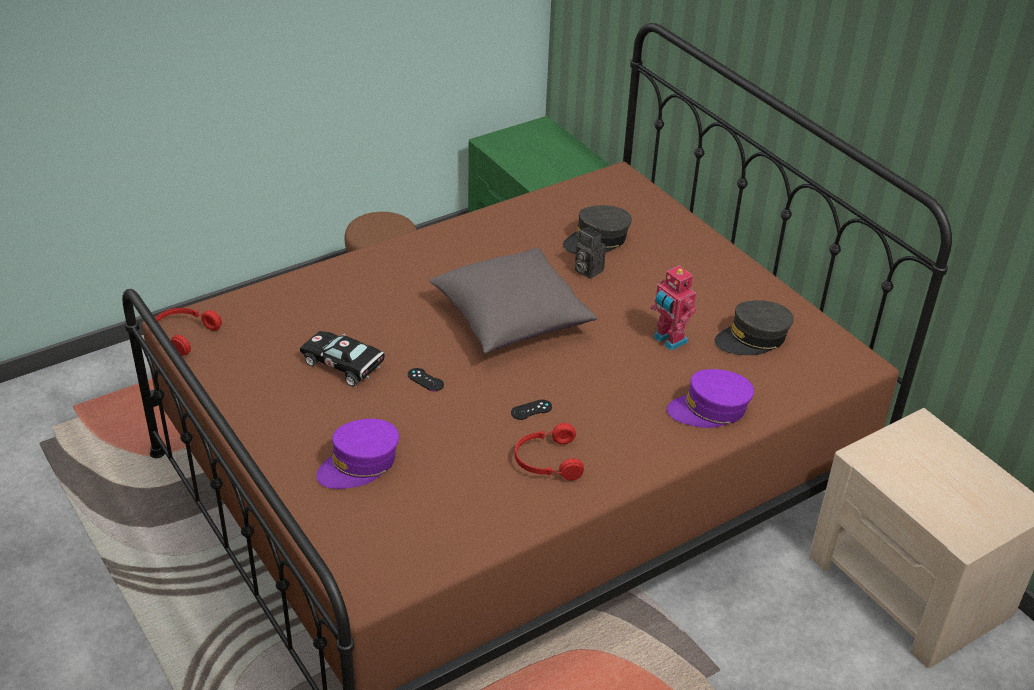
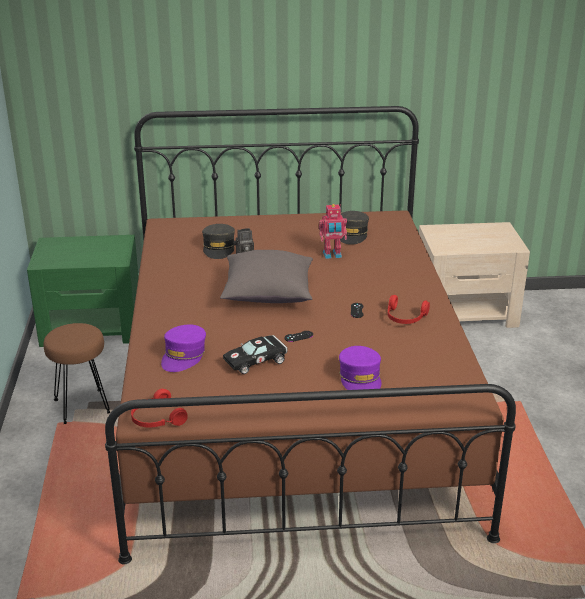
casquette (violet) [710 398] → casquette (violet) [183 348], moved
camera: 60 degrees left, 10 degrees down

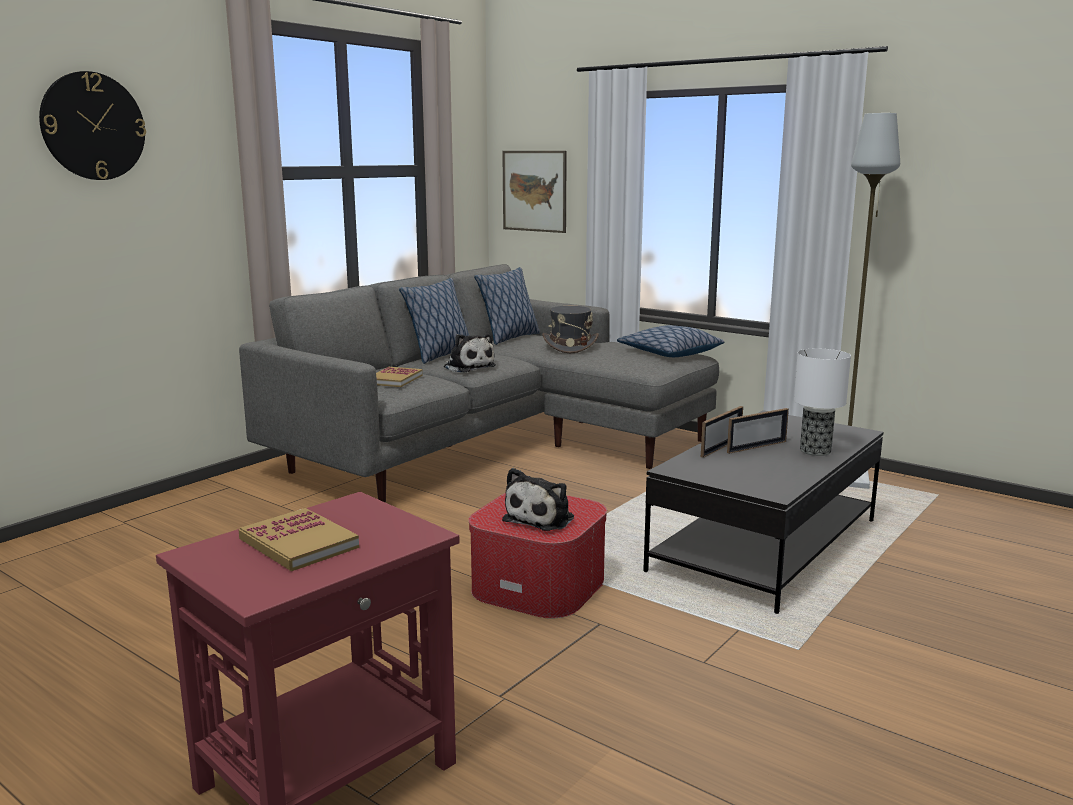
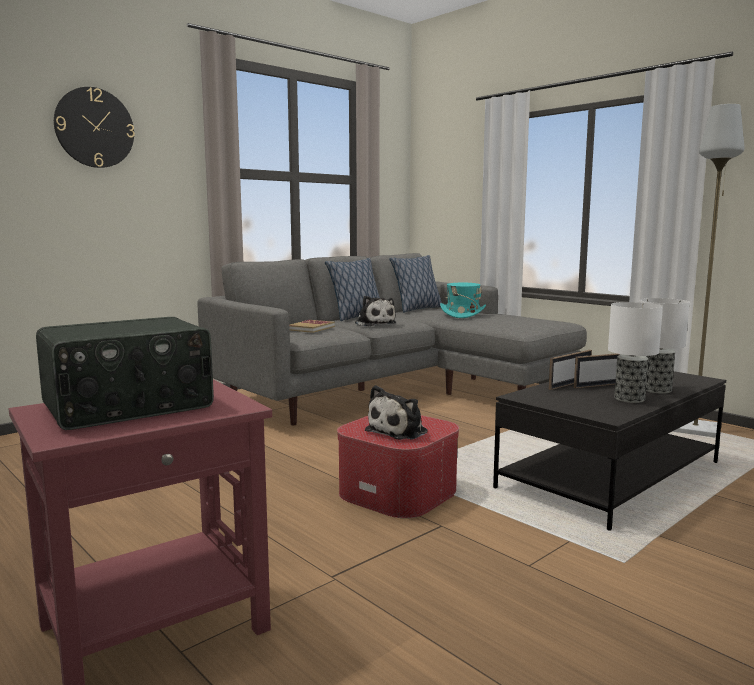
livre [299 539] → radio [125 373]
tableau [534 192] → -
chapeau (gris) [570 329] → chapeau (turquoise) [463 300]
coussin [670 341] → -
- → lampe de table [635 352]
camera: 10 degrees right, 5 degrees down

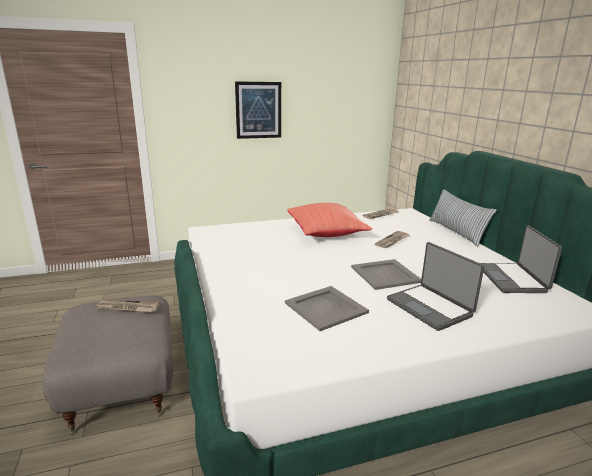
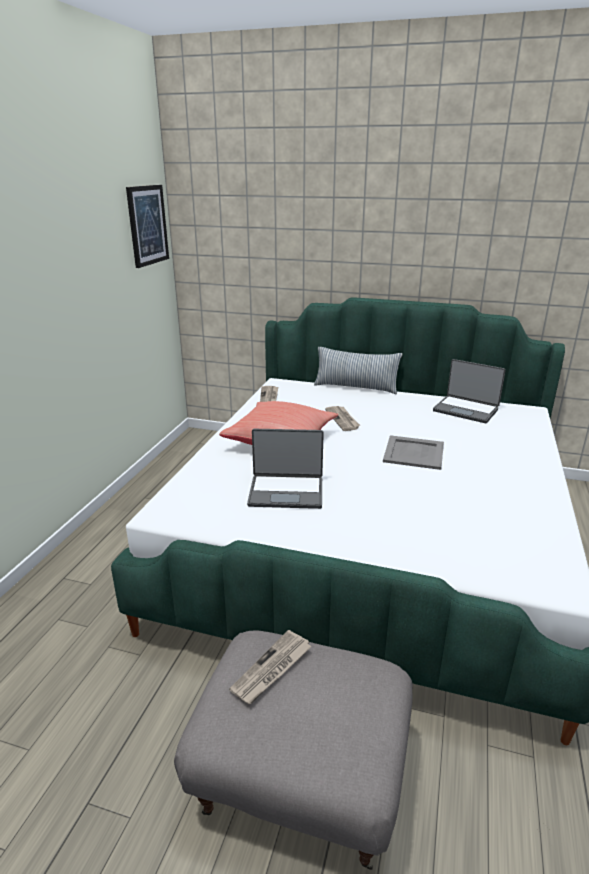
tableau [258 110] → tableau [147 226], moved
plateau (gris) [327 308] → -
ordinateur portable [435 286] → ordinateur portable [285 469], moved
camera: 55 degrees left, 5 degrees up

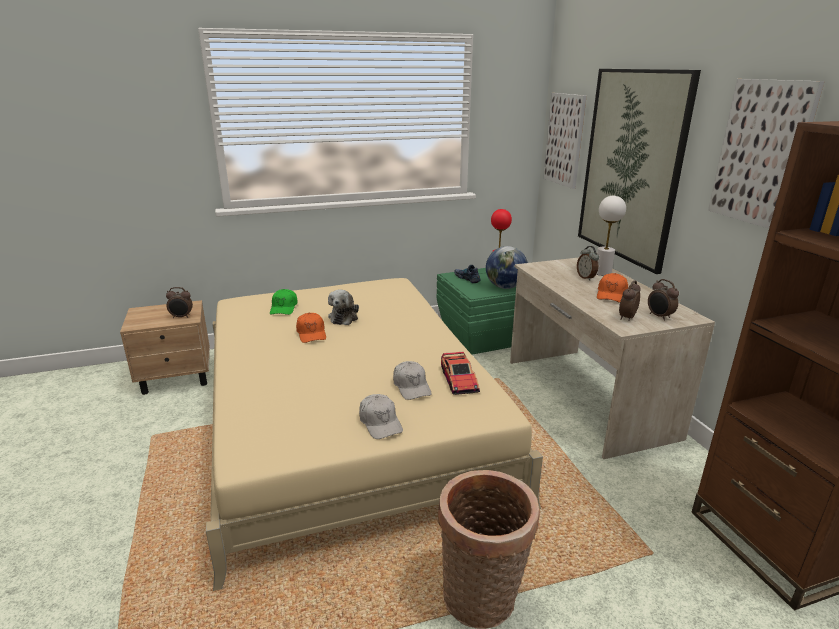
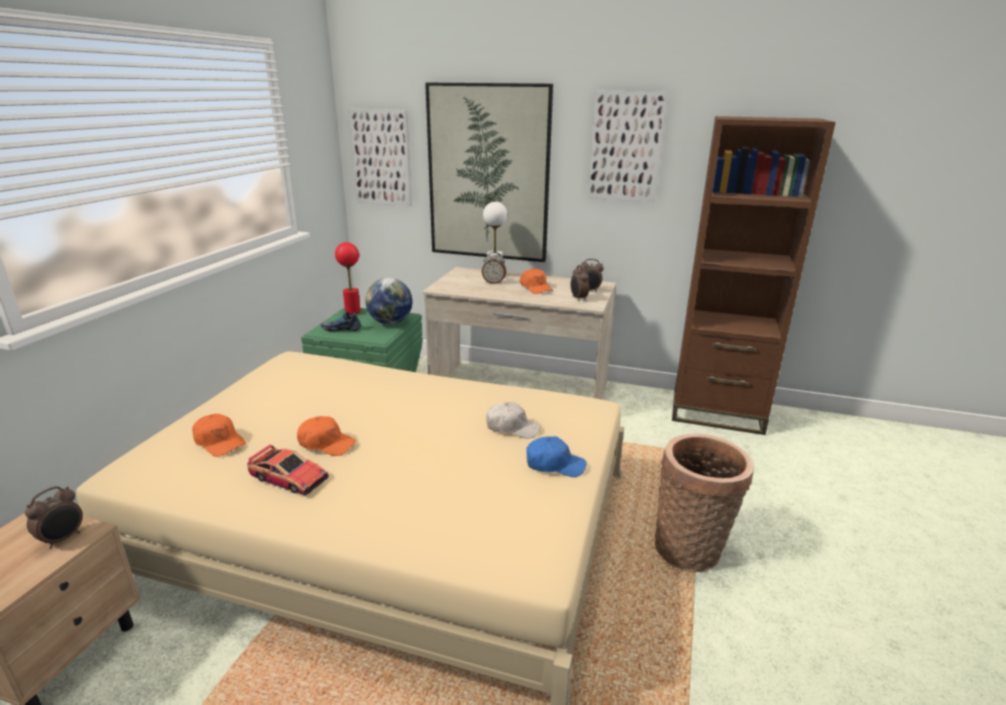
casquette (vert) [283 302] → casquette (orange) [219 435]
peluche [343 307] → -
casquette (blanc) [381 416] → casquette (bleu) [556 456]
petite voiture [460 373] → petite voiture [288 469], moved
camera: 55 degrees left, 0 degrees up

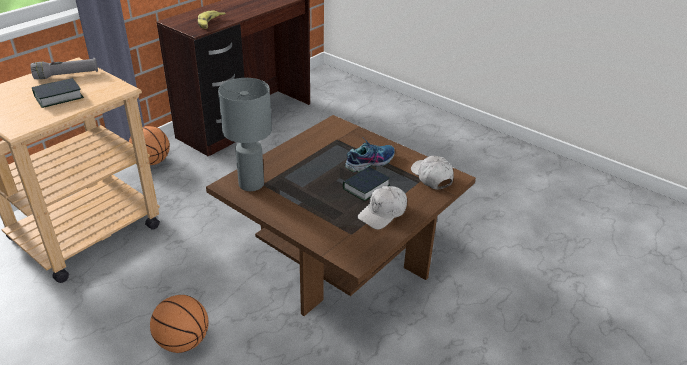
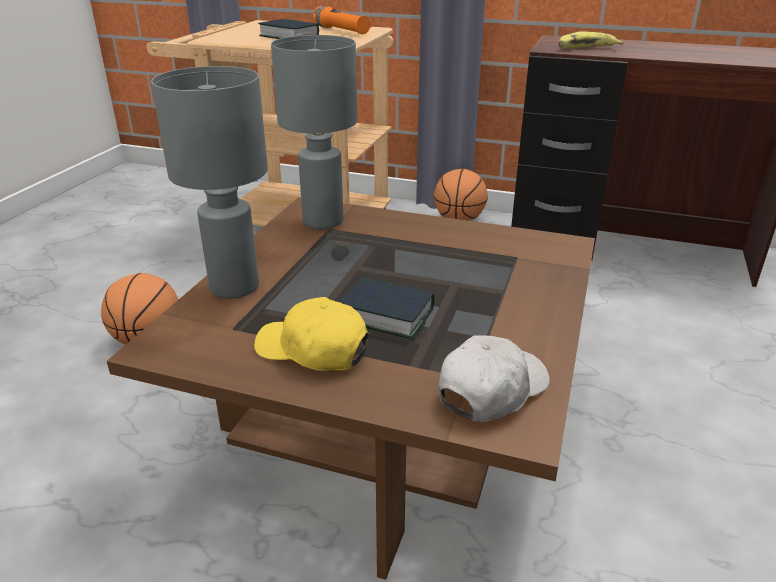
lampe de poche (gris) [64 68] → lampe de poche (orange) [342 20]
chaussure [370 155] → -
casquette (blanc) [382 208] → casquette (jaune) [311 334]
- → lampe de table (gris) [209 182]
camera: 70 degrees right, 5 degrees down

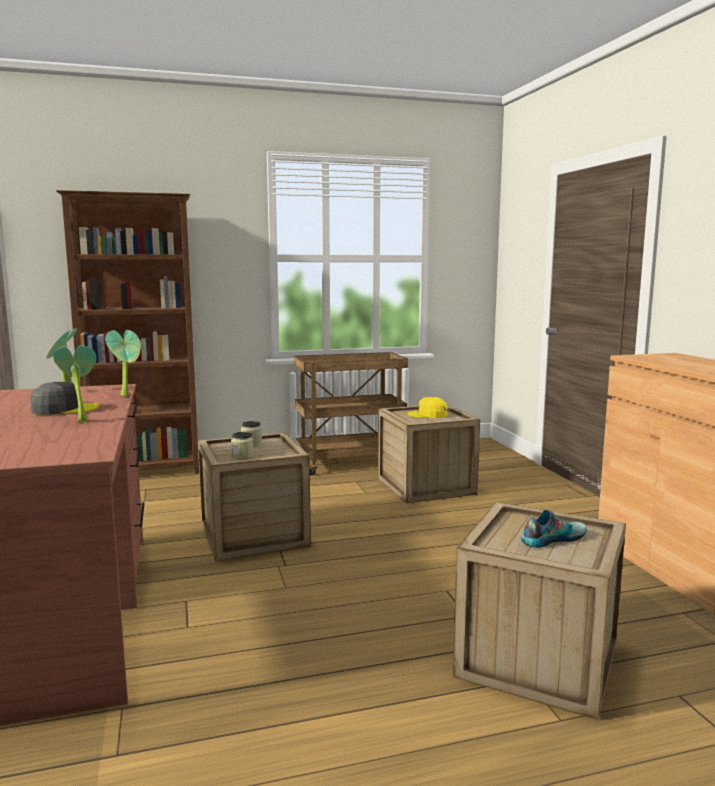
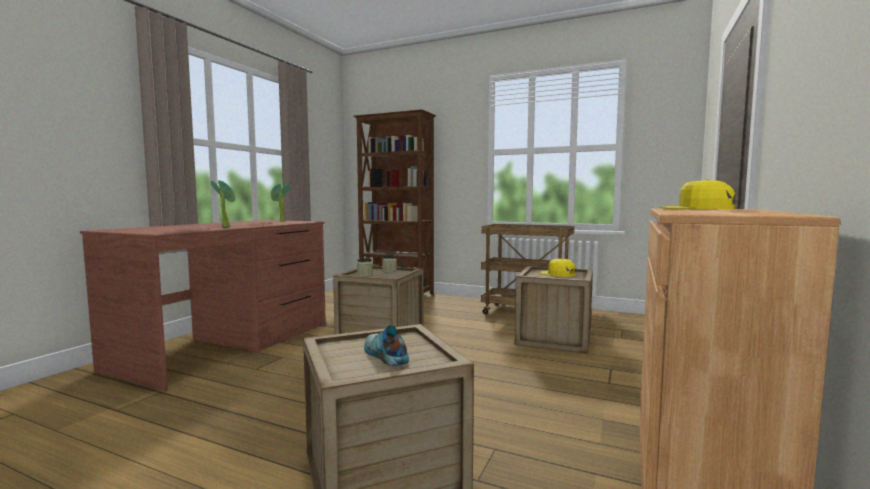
casquette (gris) [64 398] → -
plante en pot [123 363] → -
chaussure [554 528] → chaussure [386 345], 135 degrees counterclockwise
- → casquette (jaune) [697 194]
camera: 40 degrees right, 5 degrees down

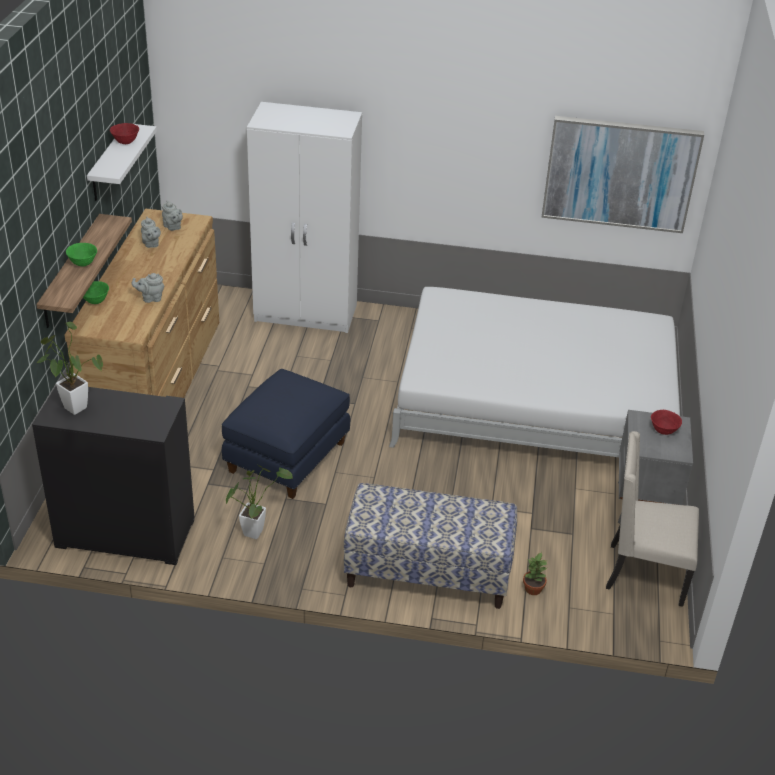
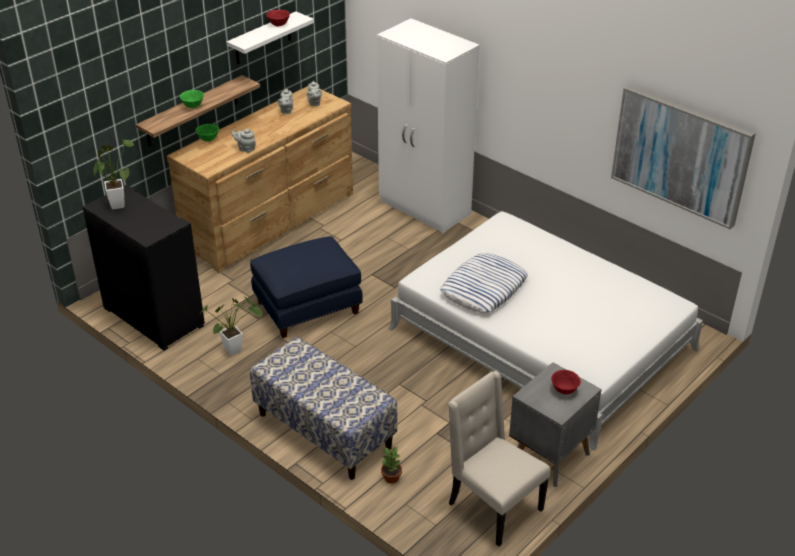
- → coussin [484 283]
camera: 35 degrees right, 0 degrees up

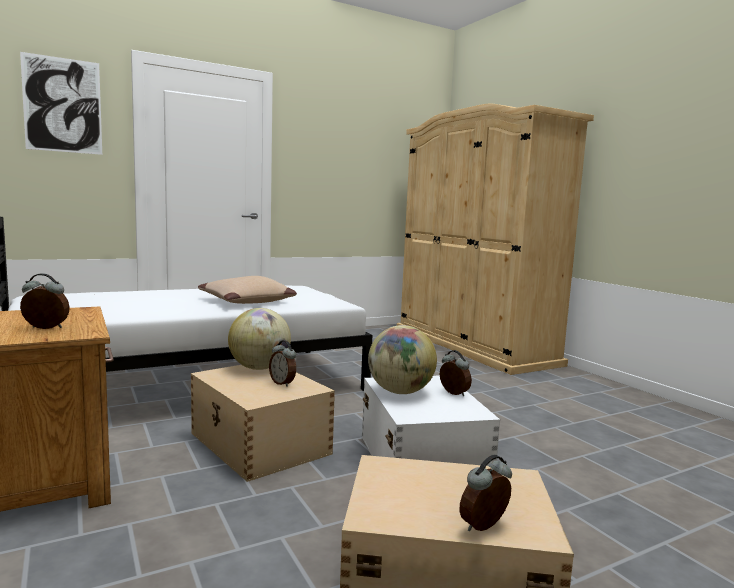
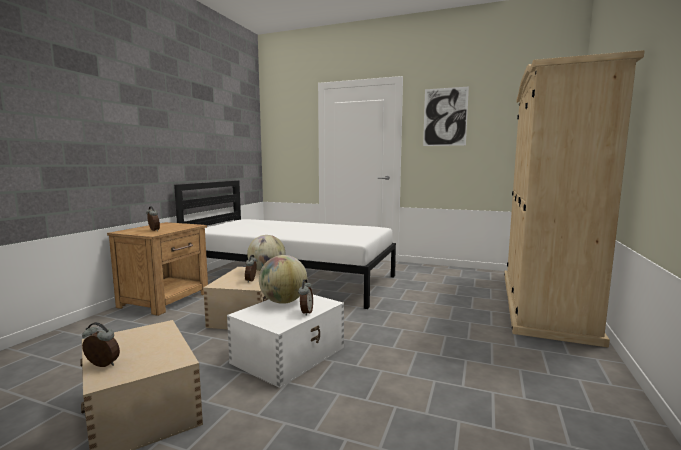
tableau [61 103] → tableau [446 116], moved
coussin (beige) [247 290] → -
camera: 50 degrees right, 0 degrees up

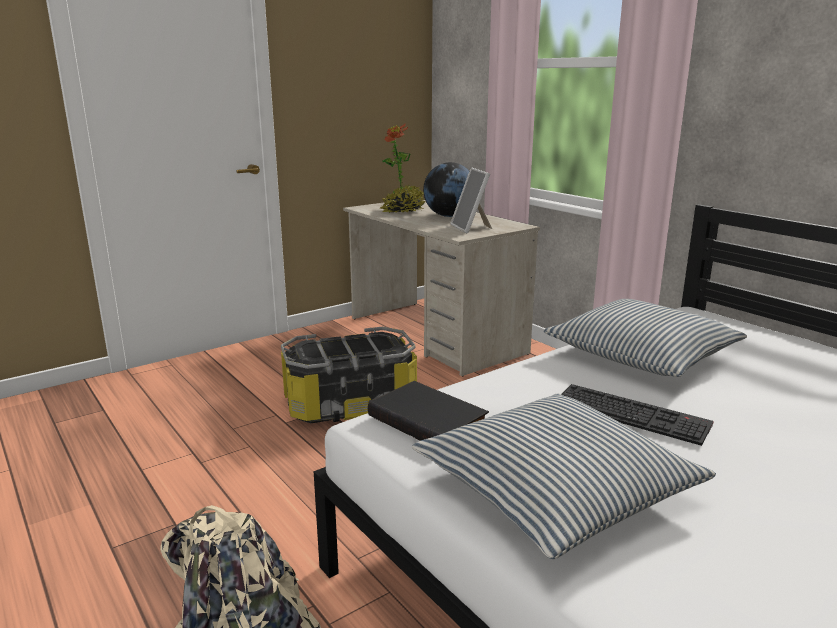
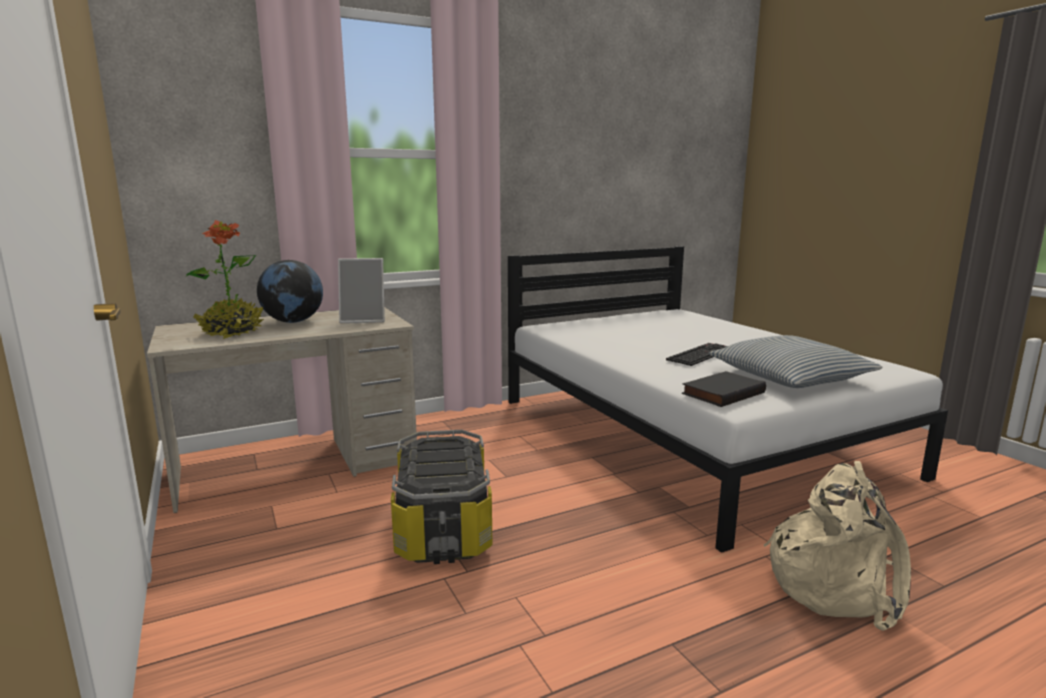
coussin [645 338] → -
camera: 80 degrees left, 5 degrees down

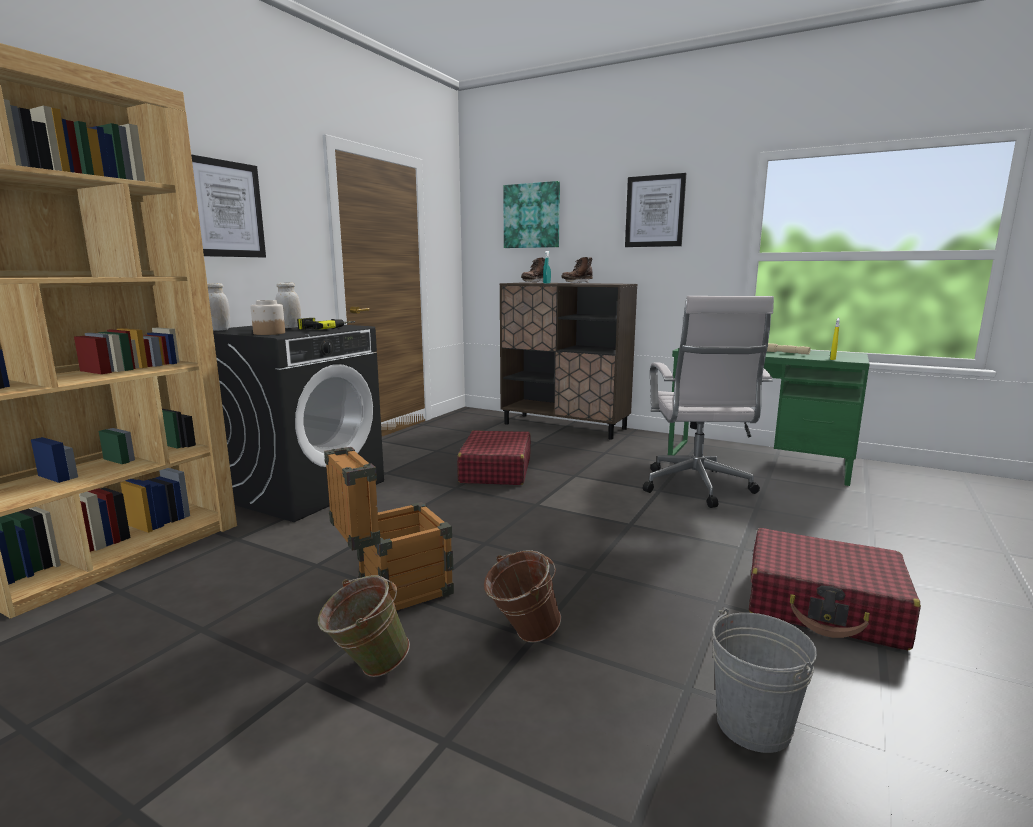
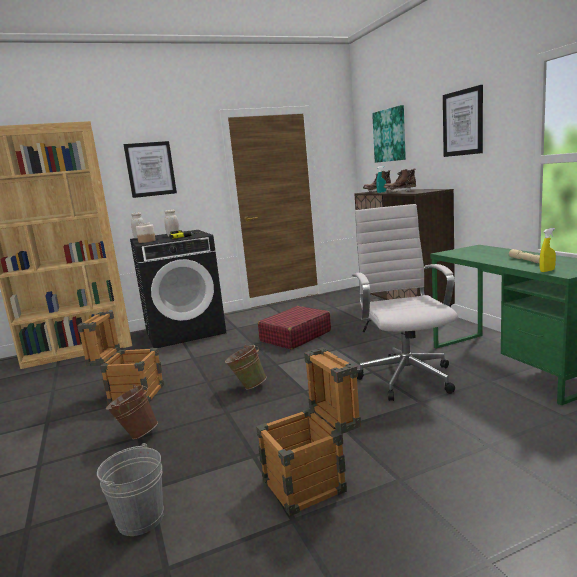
seau (vert) [364 626] → seau (vert) [246 367], moved
chaise de bureau (blanc) [708 402] → chaise de bureau (blanc) [405 302], 135 degrees clockwise
valise (rouge) [835 589] → caisse [308 432]
camera: 40 degrees right, 0 degrees up

